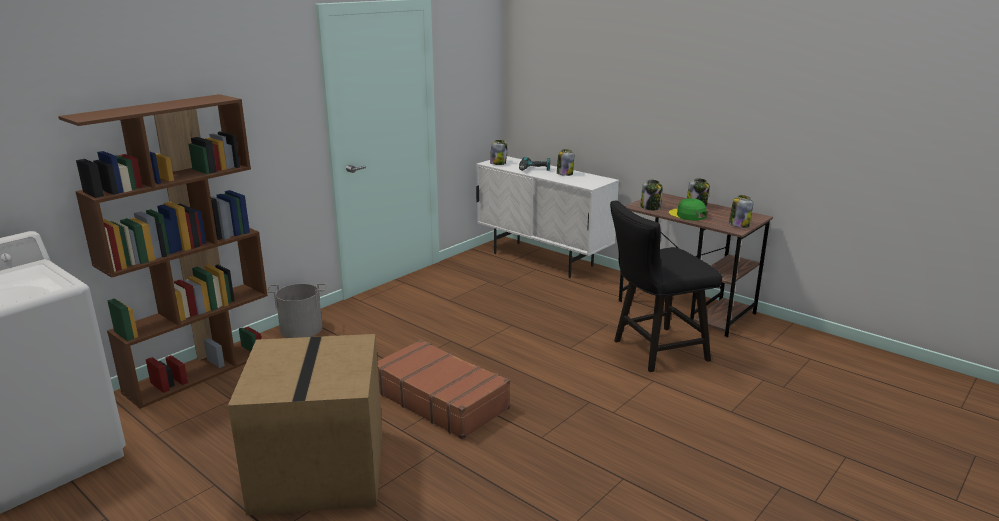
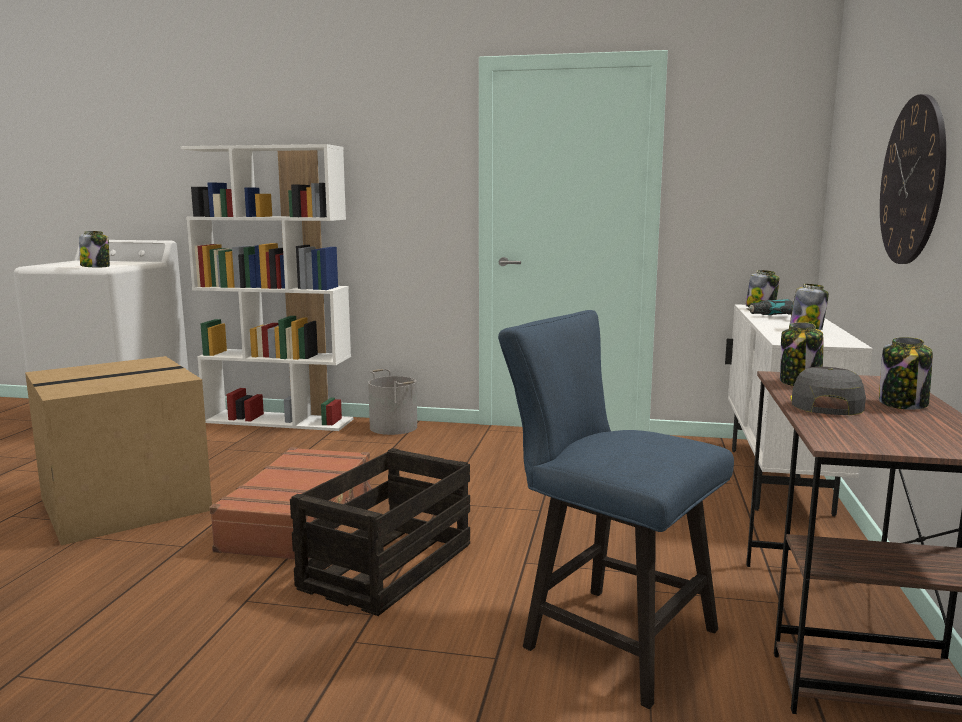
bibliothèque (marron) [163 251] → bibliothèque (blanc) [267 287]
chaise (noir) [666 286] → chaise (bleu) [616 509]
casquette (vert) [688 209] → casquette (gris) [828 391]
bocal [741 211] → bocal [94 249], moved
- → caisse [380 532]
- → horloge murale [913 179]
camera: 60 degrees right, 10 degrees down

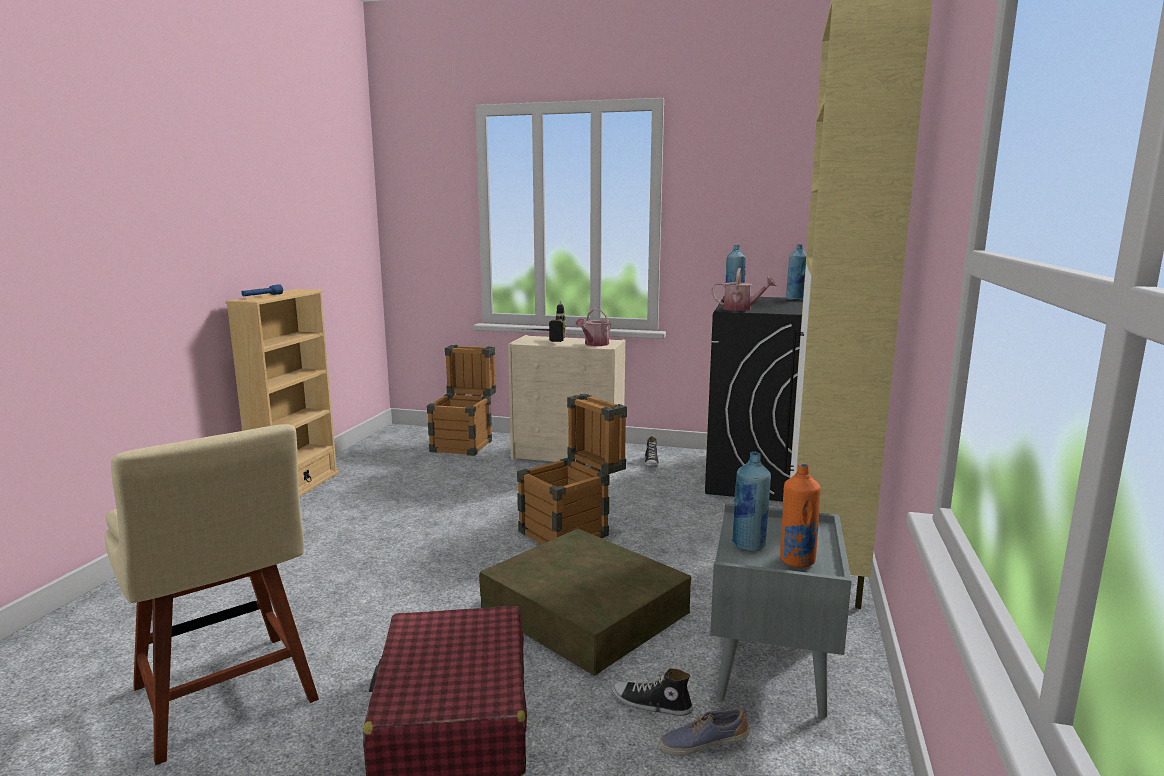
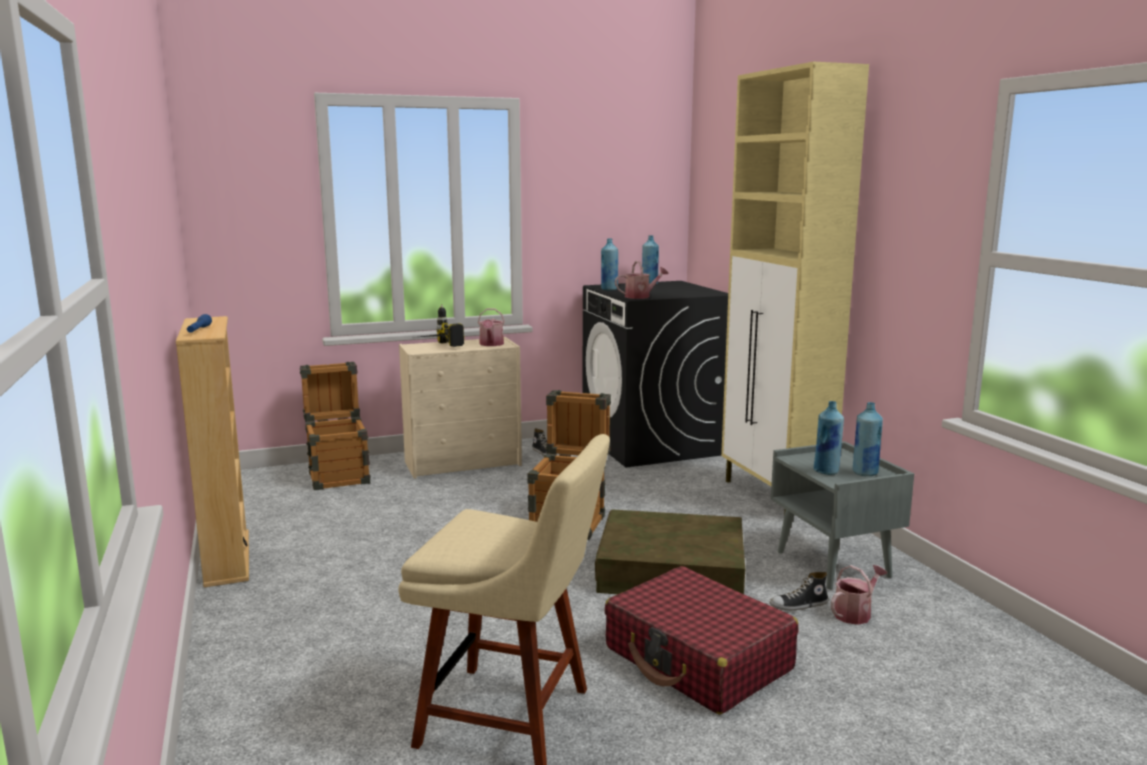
chaussure [704 732] → arrosoir [859 595]
bouteille (orange) [800 515] → bouteille (bleu) [868 439]
camera: 35 degrees left, 0 degrees up

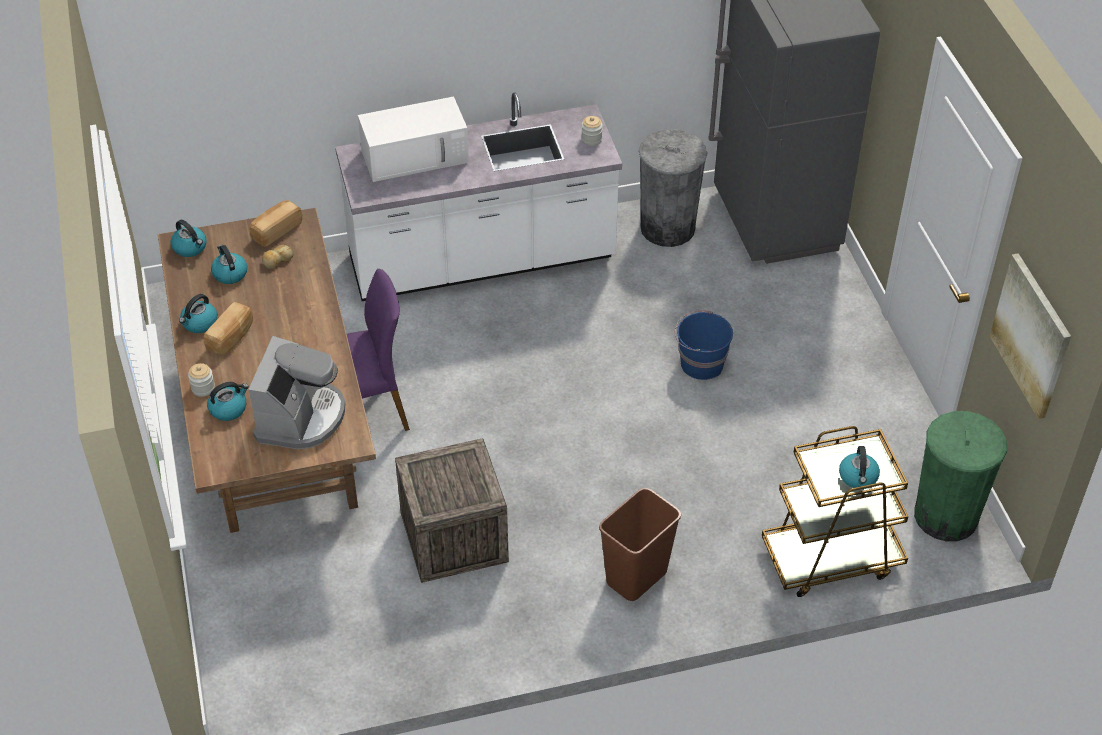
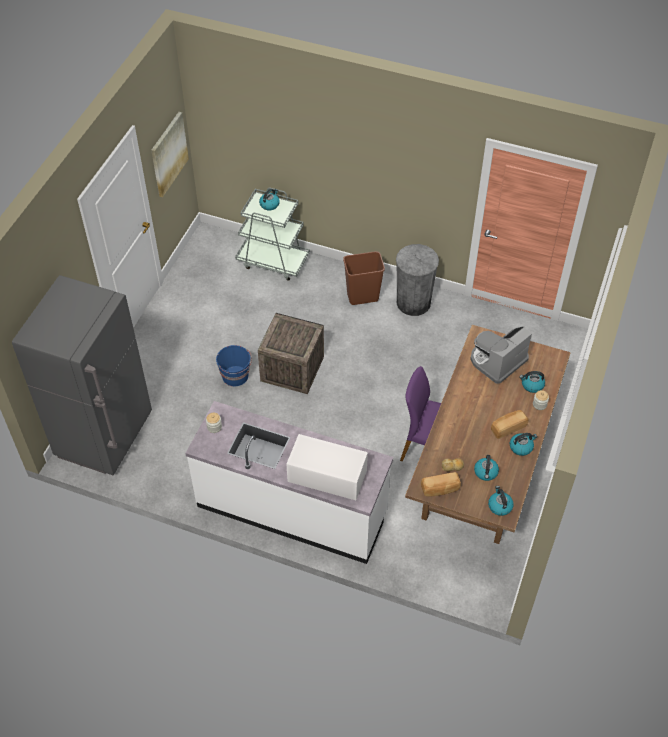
caisse [452 510] → caisse [291 353], moved
poubelle (gris) [673 188] → poubelle (gris) [417 280], moved
chariot (marron) [835 511] → chariot (gris) [272 234]
poubelle (vert) [960 476] → -
camera: 145 degrees left, 5 degrees up

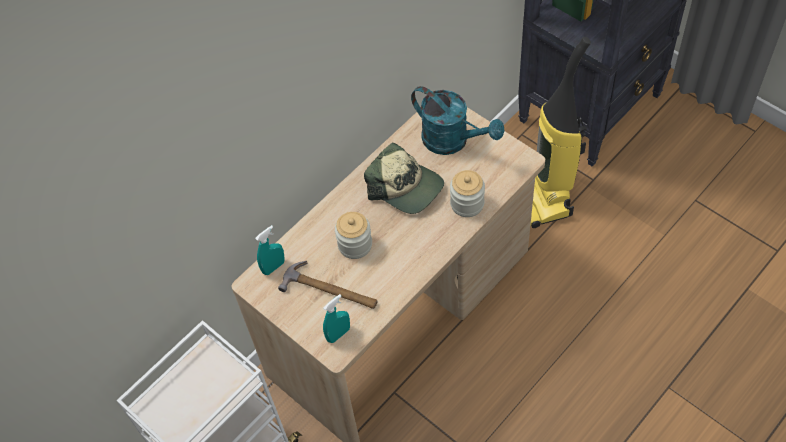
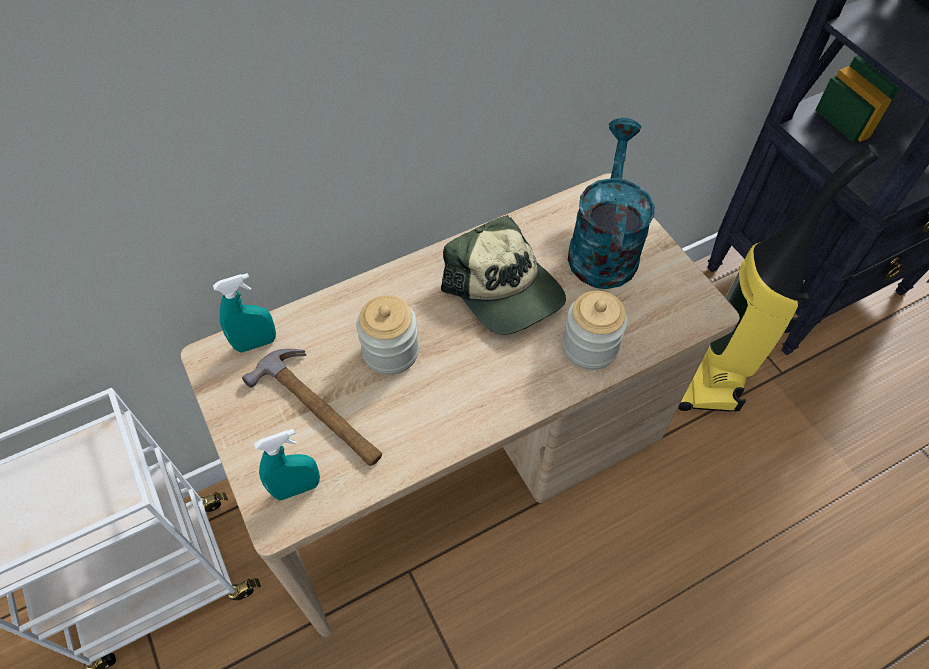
arrosoir (turquoise) [458 120] → arrosoir (turquoise) [611 203], 135 degrees counterclockwise
camera: 15 degrees right, 0 degrees up

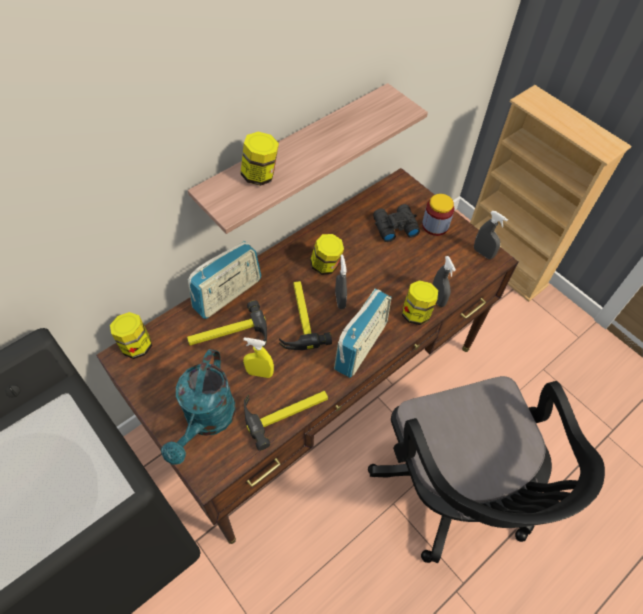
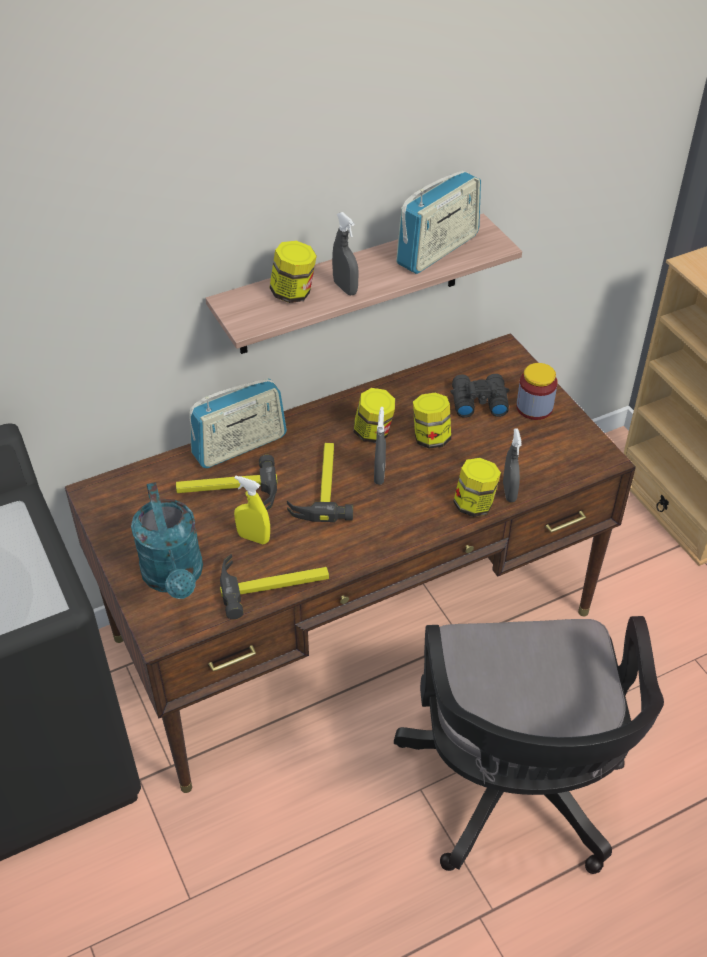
bocal [131 335] → bocal [432 421], moved
arrosoir (turquoise) [198 406] → arrosoir (turquoise) [167 540], 45 degrees counterclockwise
radio [362 333] → radio [438 222], moved
vaporisateur (gris) [491 235] → vaporisateur (gris) [345 253], moved
camera: 15 degrees right, 10 degrees down

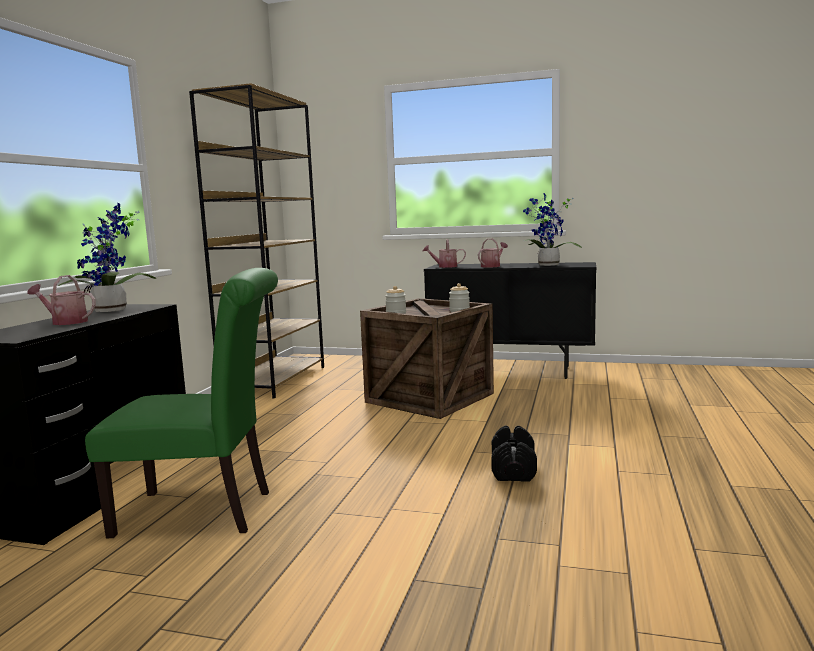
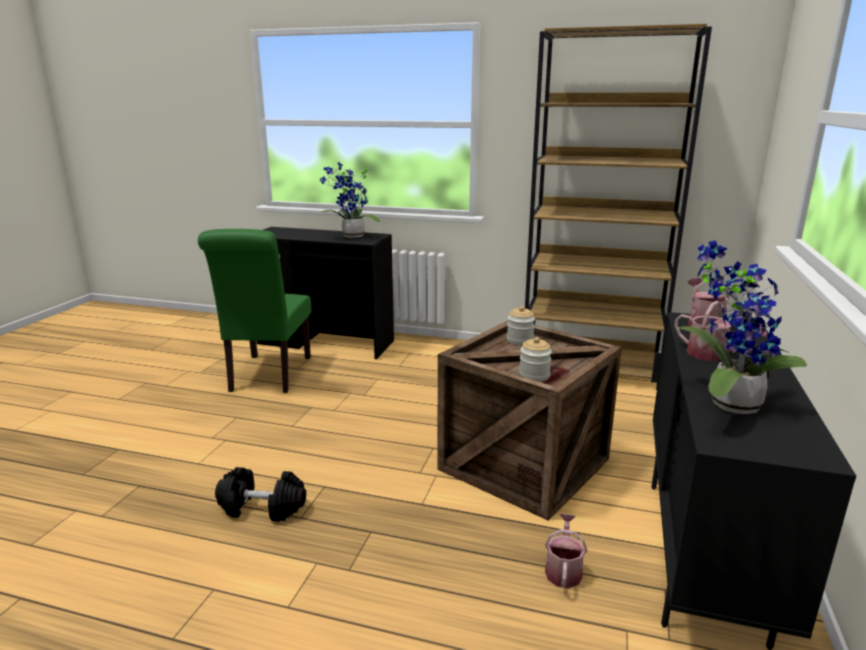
arrosoir [61 300] → arrosoir [566 551], moved
camera: 90 degrees right, 10 degrees up

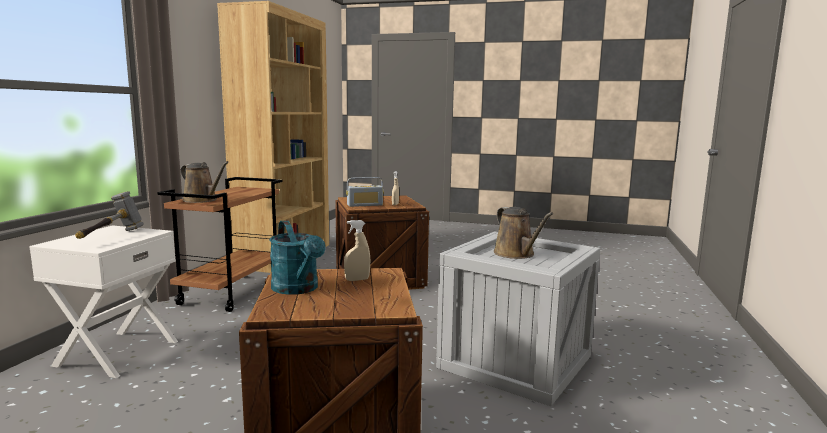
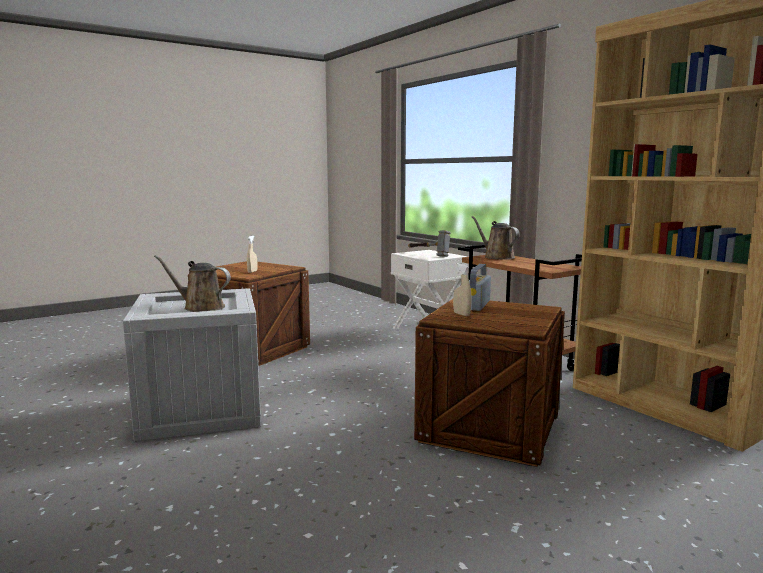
arrosoir (marron) [205 182] → arrosoir (marron) [495 238], 75 degrees clockwise
arrosoir (turquoise) [297 257] → -
camera: 130 degrees right, 0 degrees up

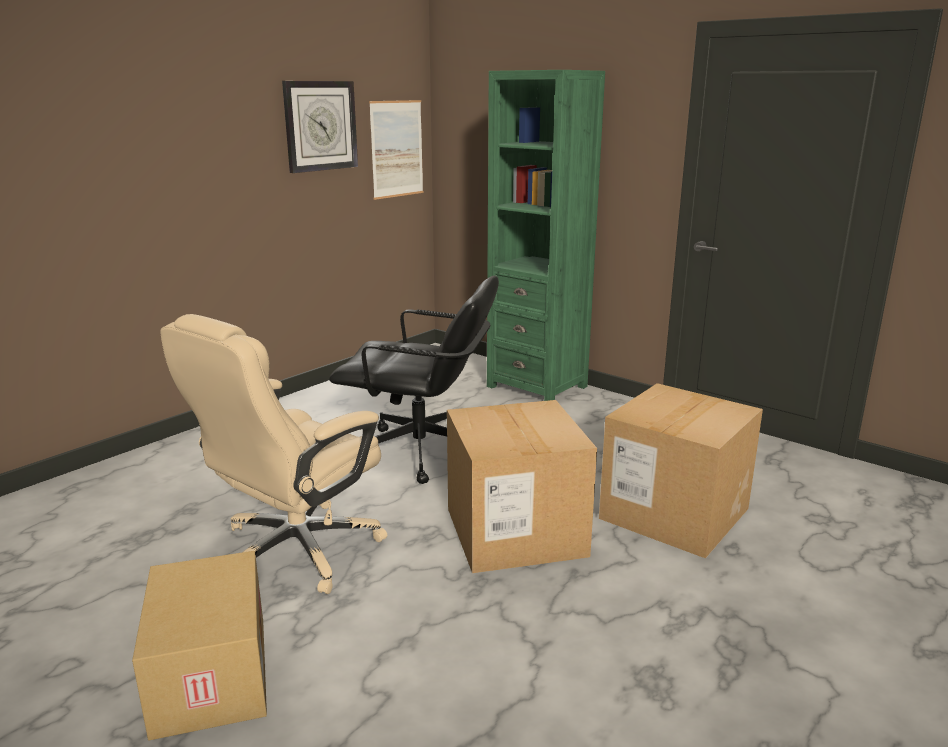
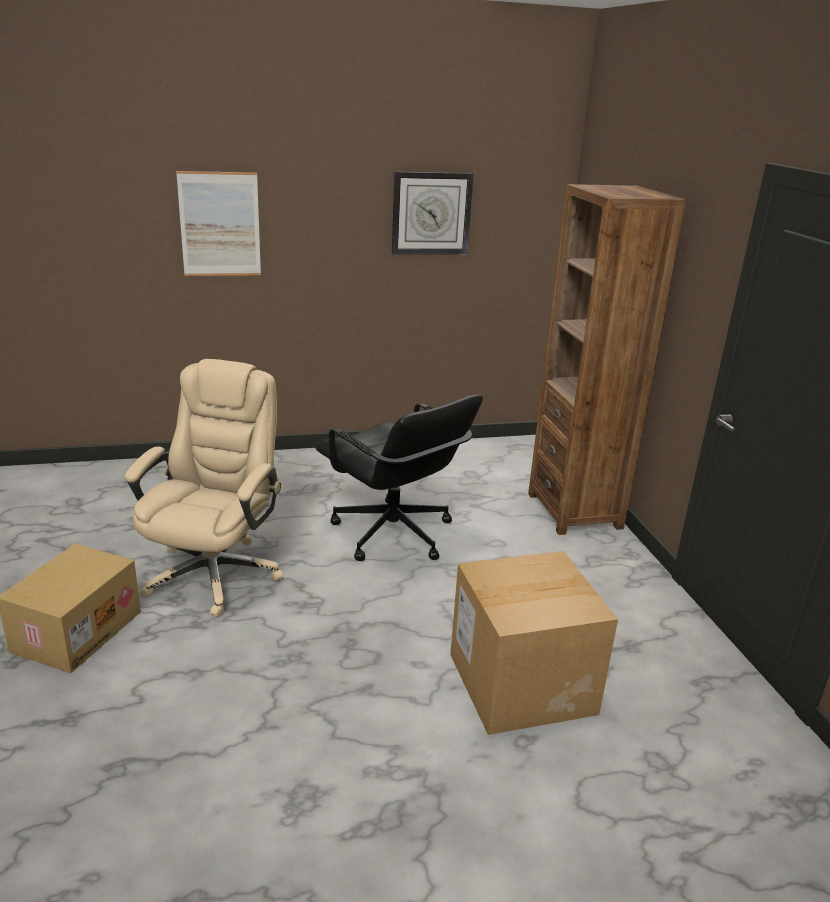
chaise de bureau (beige) [274 454] → chaise de bureau (beige) [204 488], 120 degrees clockwise
tableau [396 150] → tableau [218 223], moved
carton [522 486] → -
bibliothèque (vert) [546 235] → bibliothèque (marron) [607 359]
camera: 35 degrees right, 5 degrees up

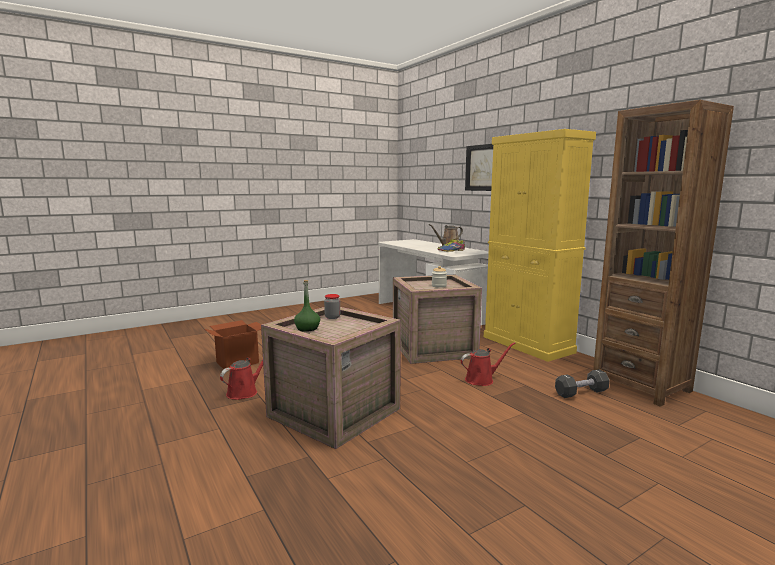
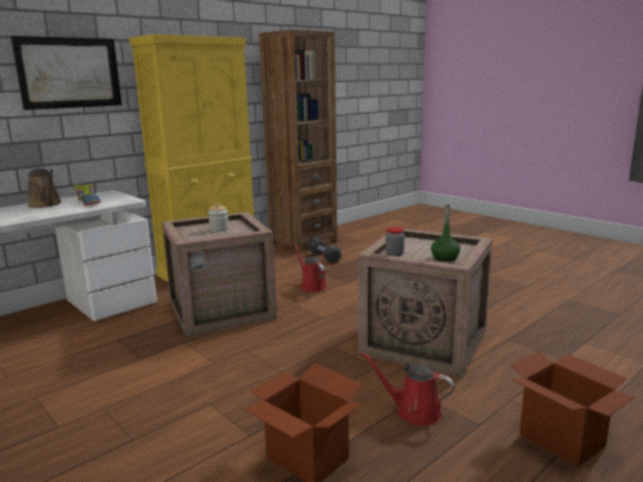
- → carton [573 409]
camera: 100 degrees left, 5 degrees up

